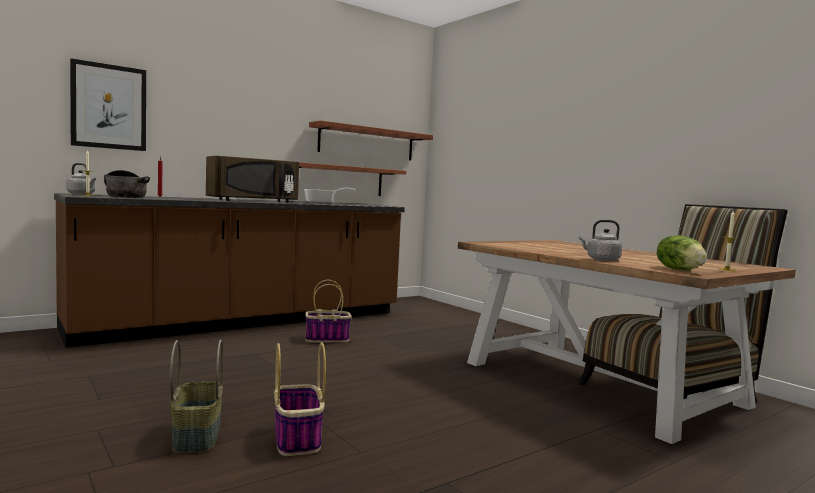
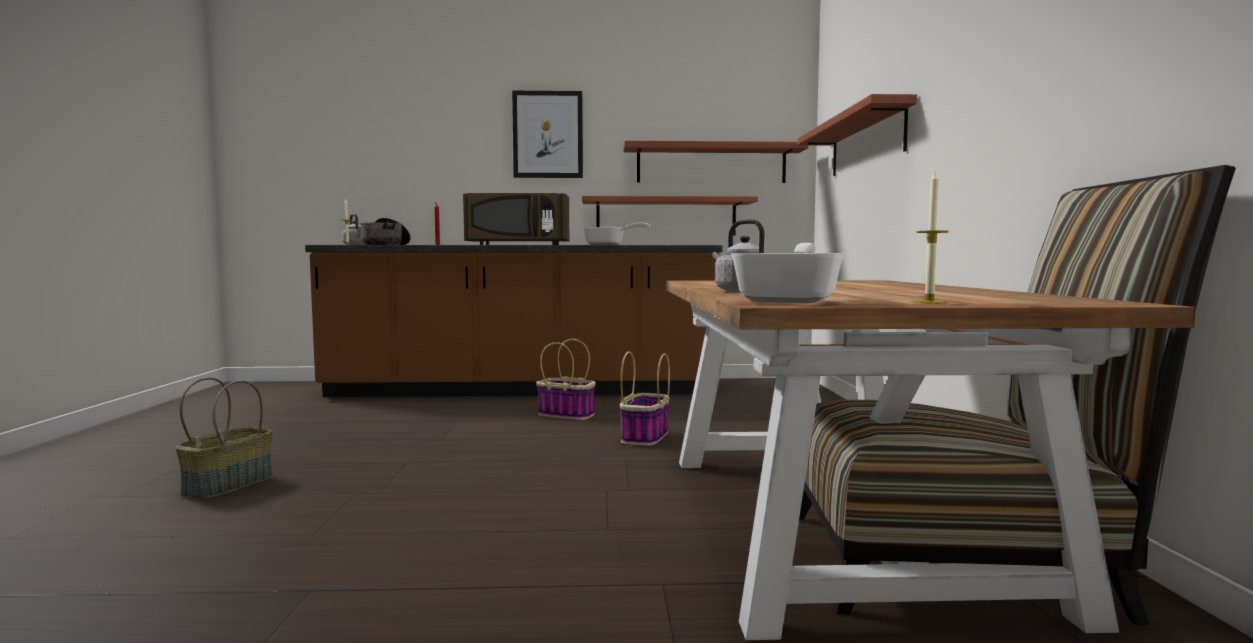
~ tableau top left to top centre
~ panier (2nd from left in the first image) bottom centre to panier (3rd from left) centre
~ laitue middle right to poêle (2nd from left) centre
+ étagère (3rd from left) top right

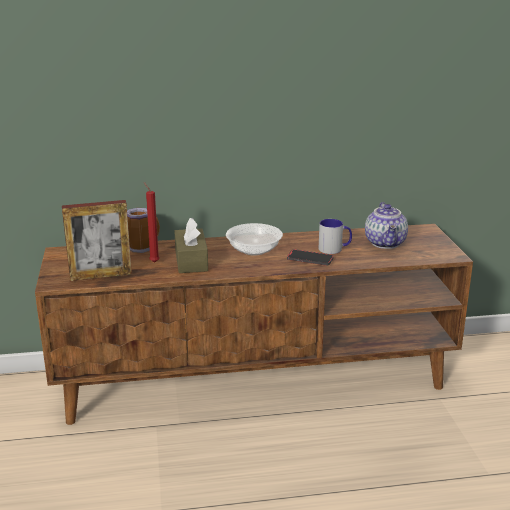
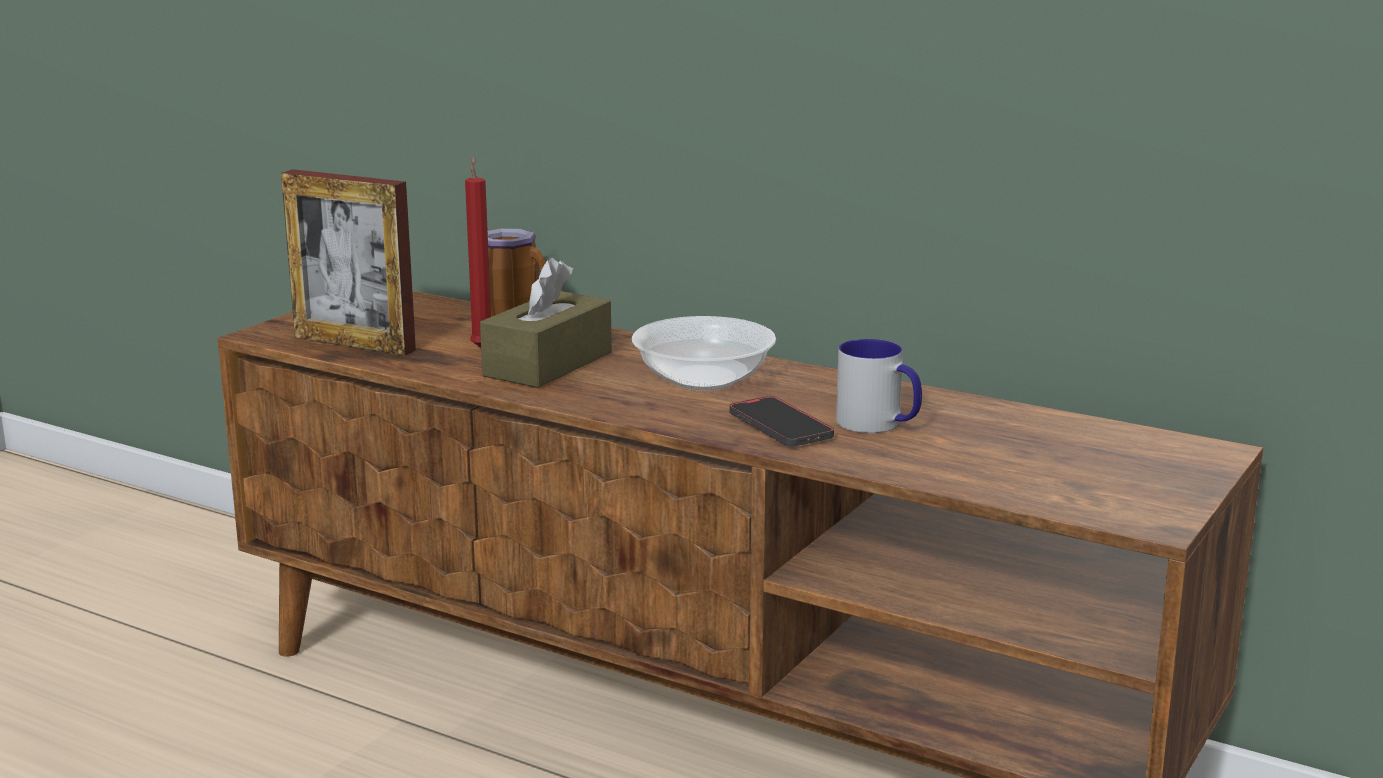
- théière middle right

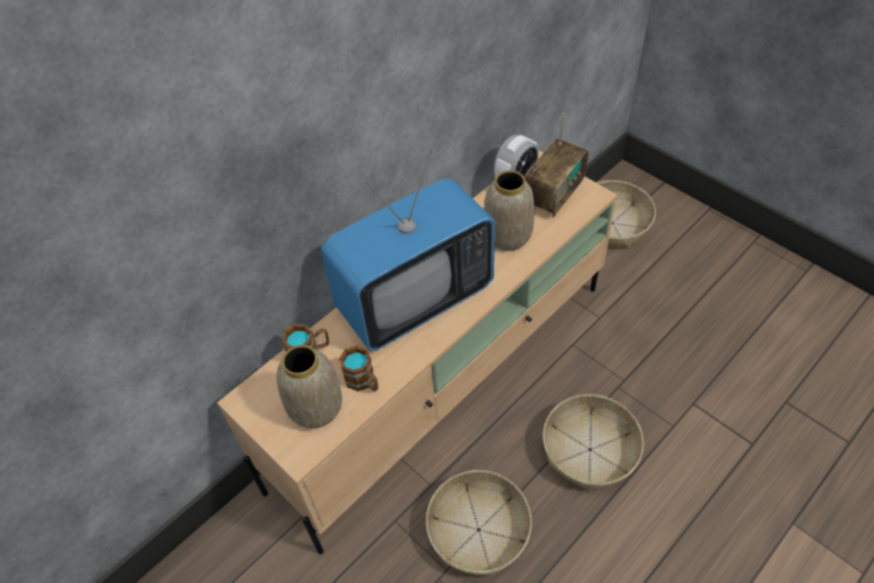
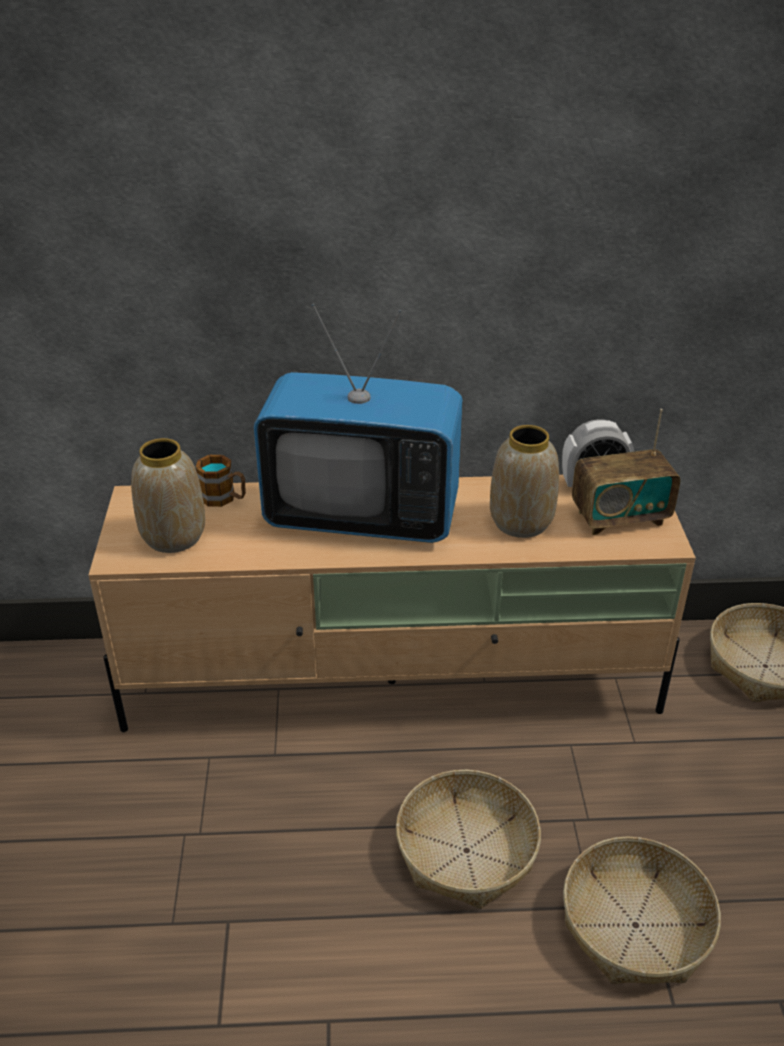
- mug (2nd from left) centre
~ panier (1st from left in the first image) bottom centre to panier (2nd from left) bottom right

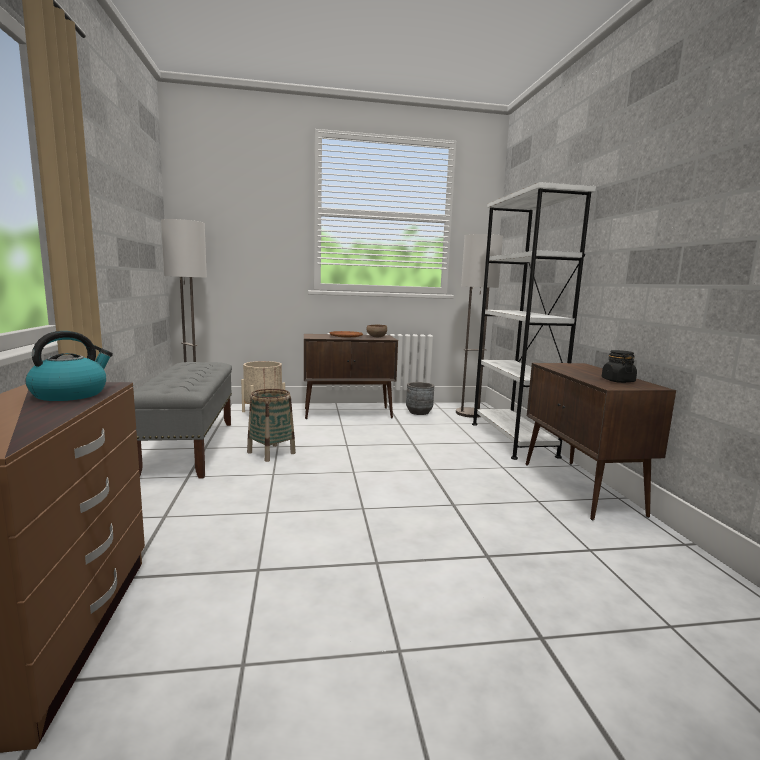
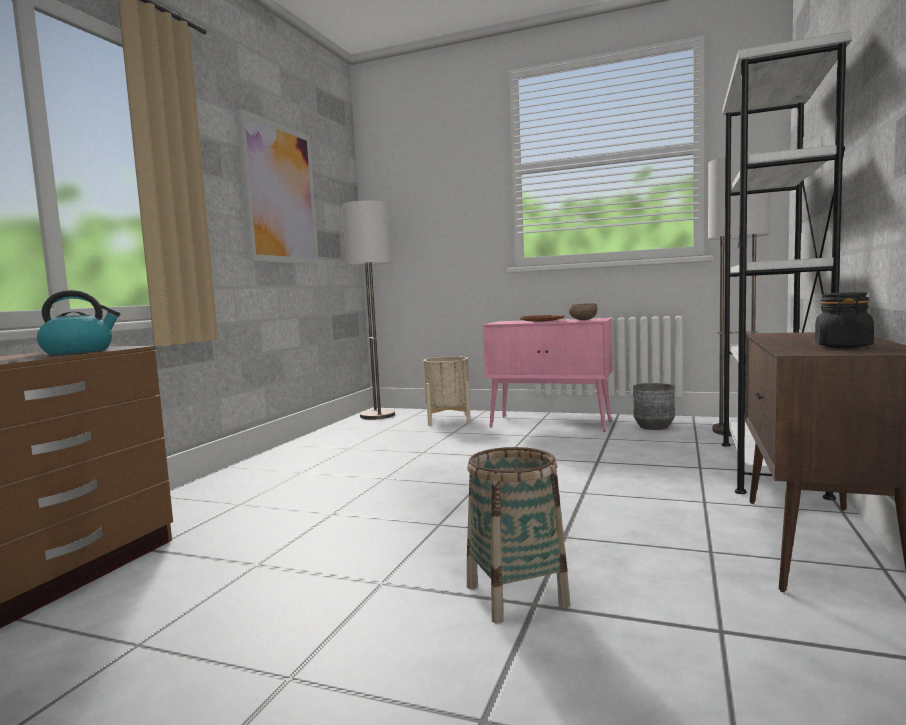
- banc (gris) middle left
~ panier centre to bottom centre
~ meuble de rangement (marron) (1st from left) centre to meuble de rangement (rose) centre
+ tableau top left

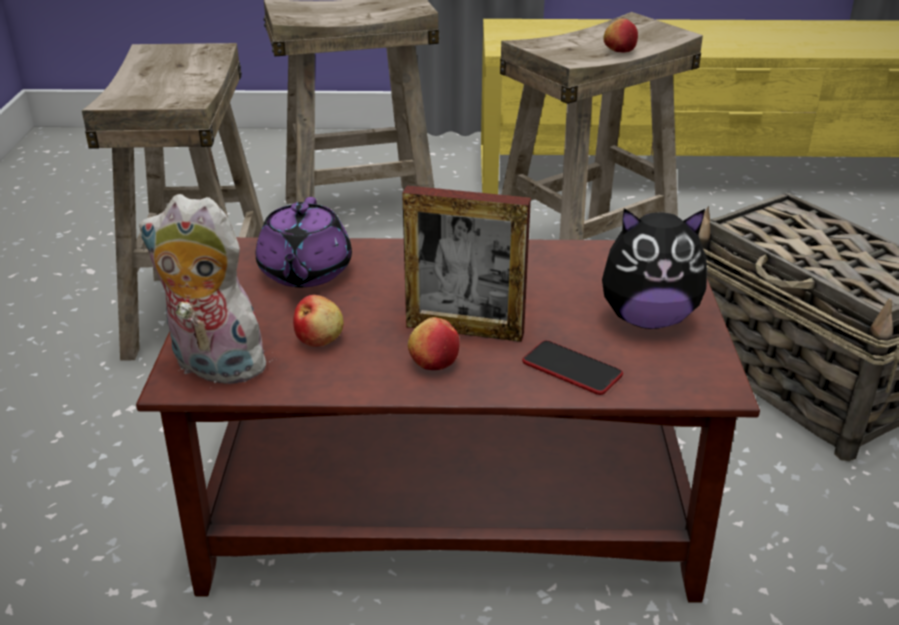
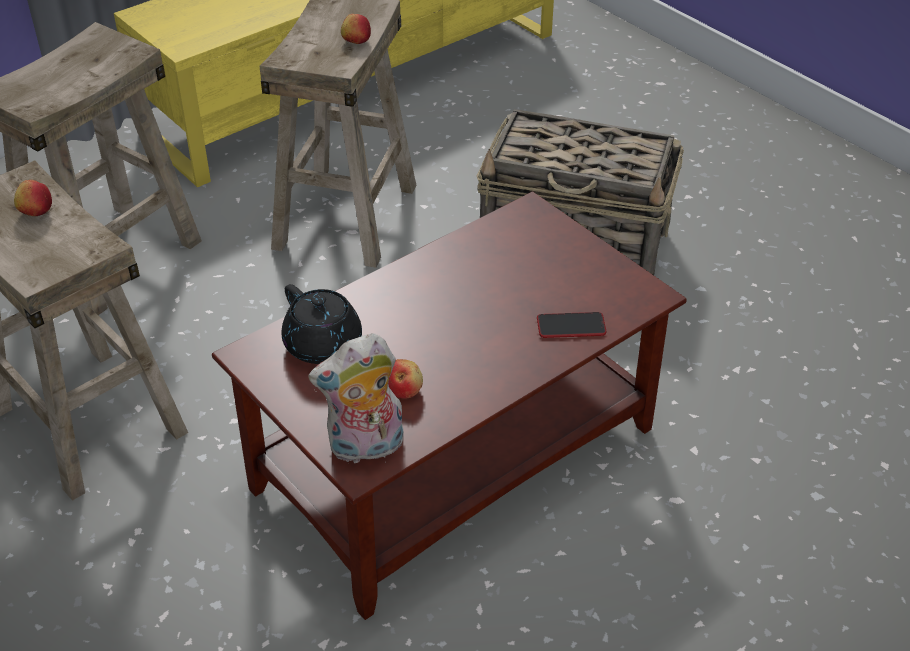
~ théière (violet) centre to théière (noir) centre
- cadre photo centre
~ pomme (2nd from left in the first image) centre to pomme (1st from left) top left
- peluche (2nd from left) middle right

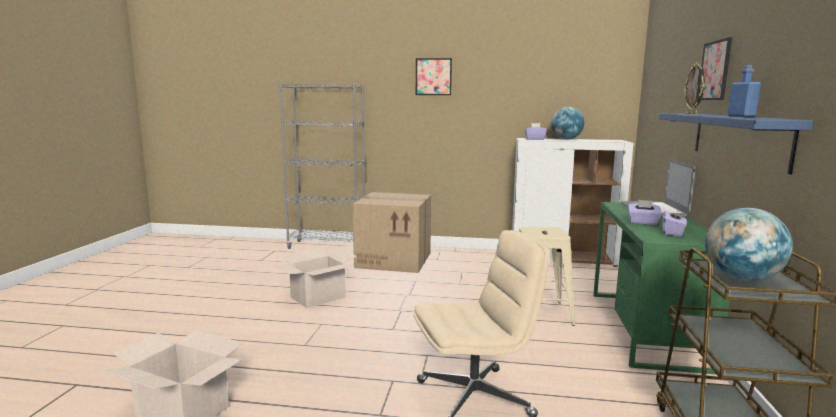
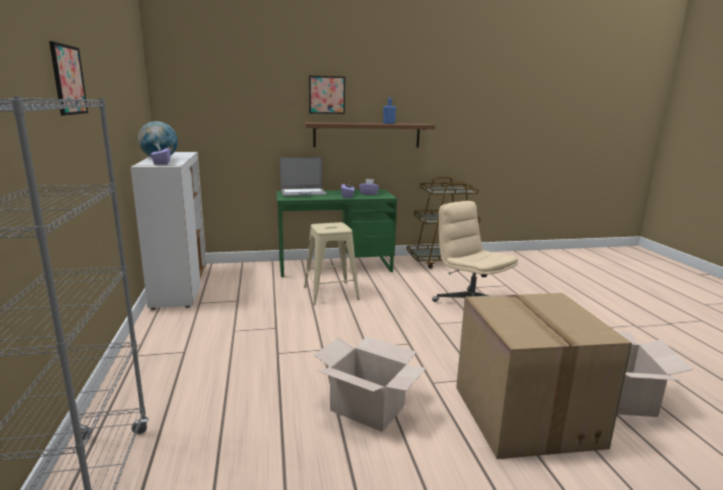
~ carton (3rd from left in the first image) centre to carton (2nd from left) bottom right
~ étagère (bleu) middle right to étagère (marron) top centre
- cadre photo top right
- globe (2nd from left) middle right

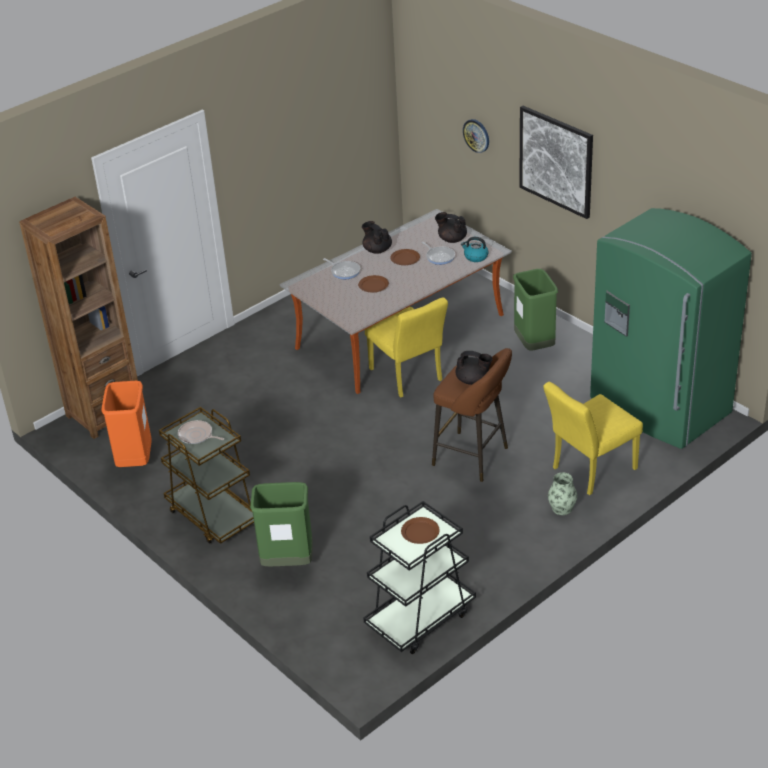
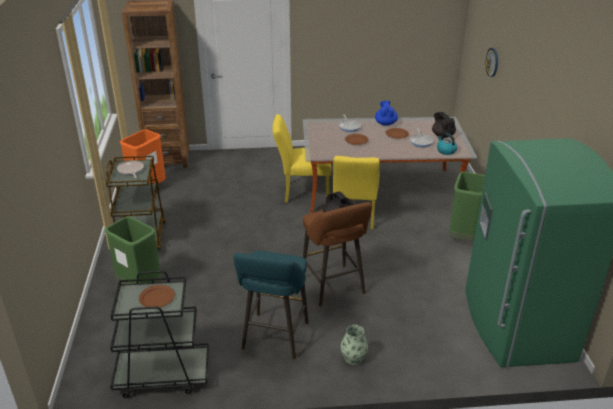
~ théière (noir) (1st from left) top centre to théière (bleu) top centre
- tableau top right
~ chaise (jaune) (2nd from left in the first image) middle right to chaise (jaune) (1st from left) centre
+ tabouret (turquoise) bottom centre

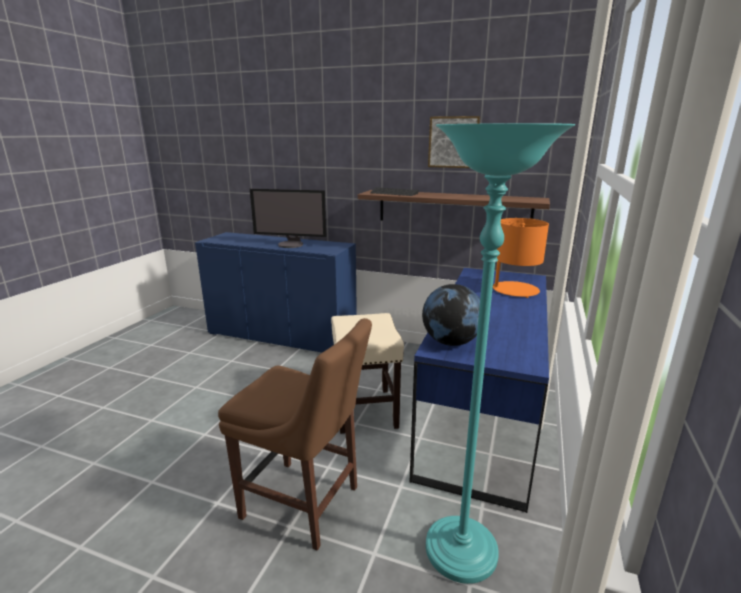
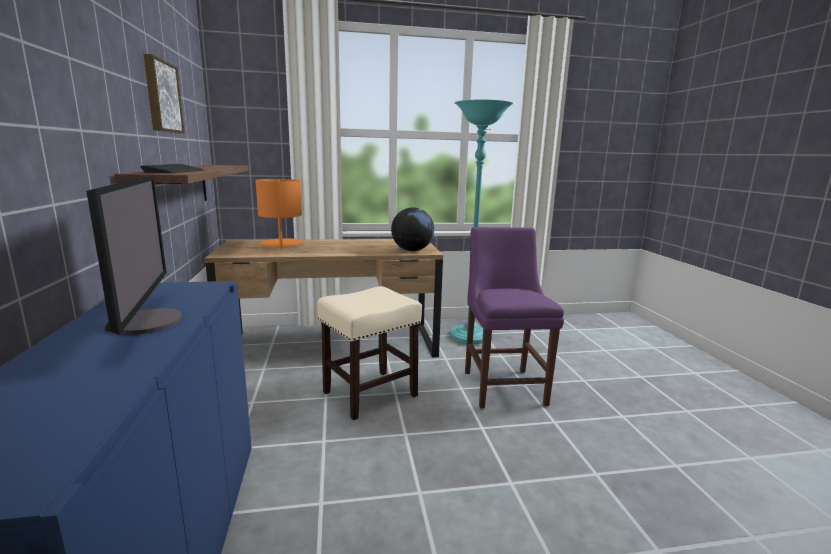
~ chaise (marron) bottom centre to chaise (violet) centre
~ bureau (bleu) centre to bureau (marron) centre

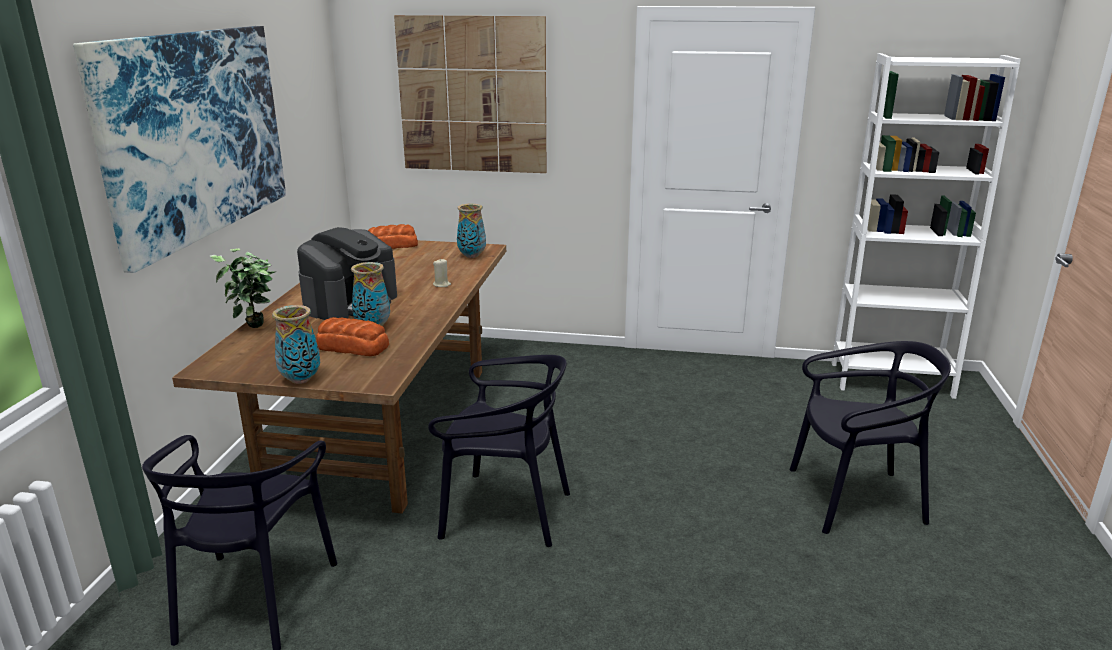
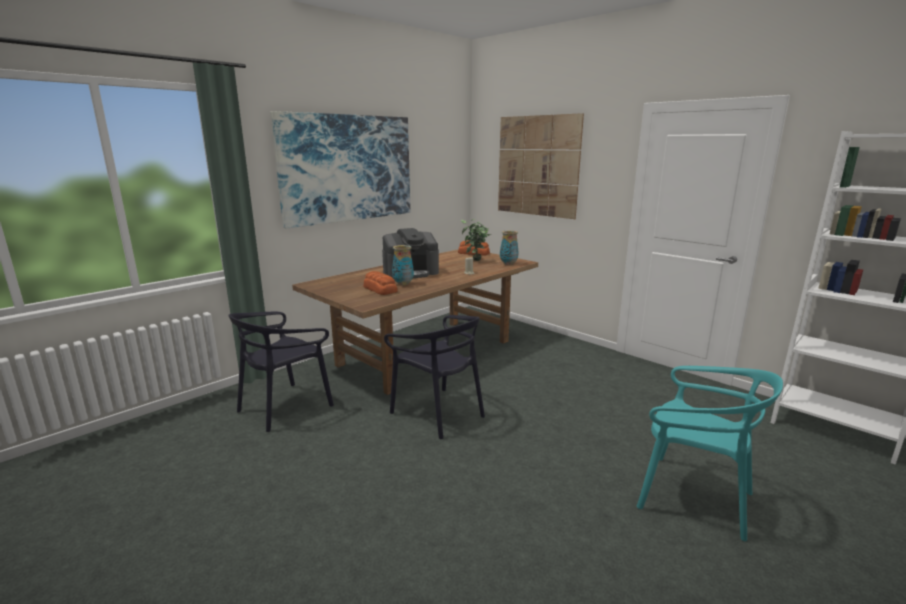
~ plante en pot middle left to centre
- vase (1st from left) middle left
~ chaise (noir) (3rd from left) bottom right to chaise (turquoise) bottom right

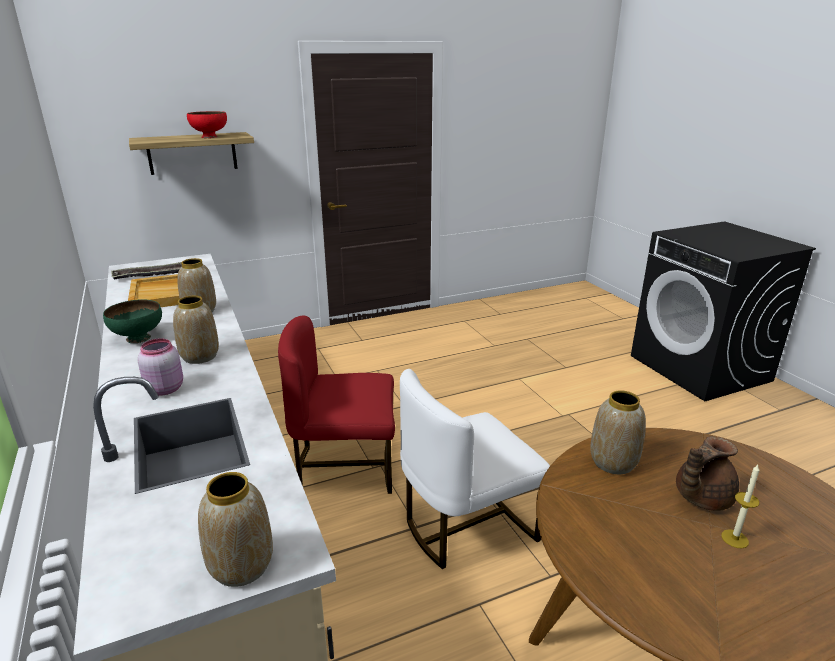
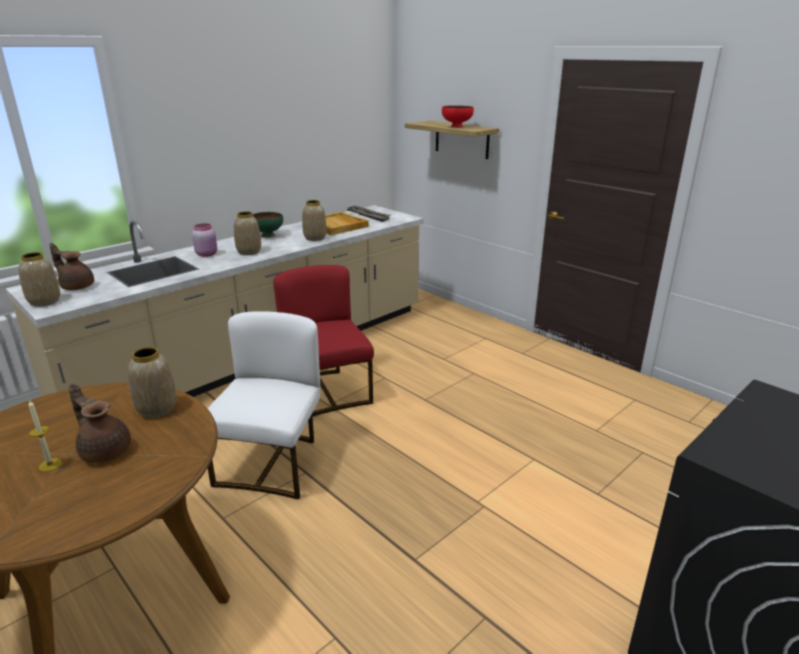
~ chaise (blanc) bottom centre = middle left 60 degrees clockwise
+ théière (marron) (1st from left) middle left

